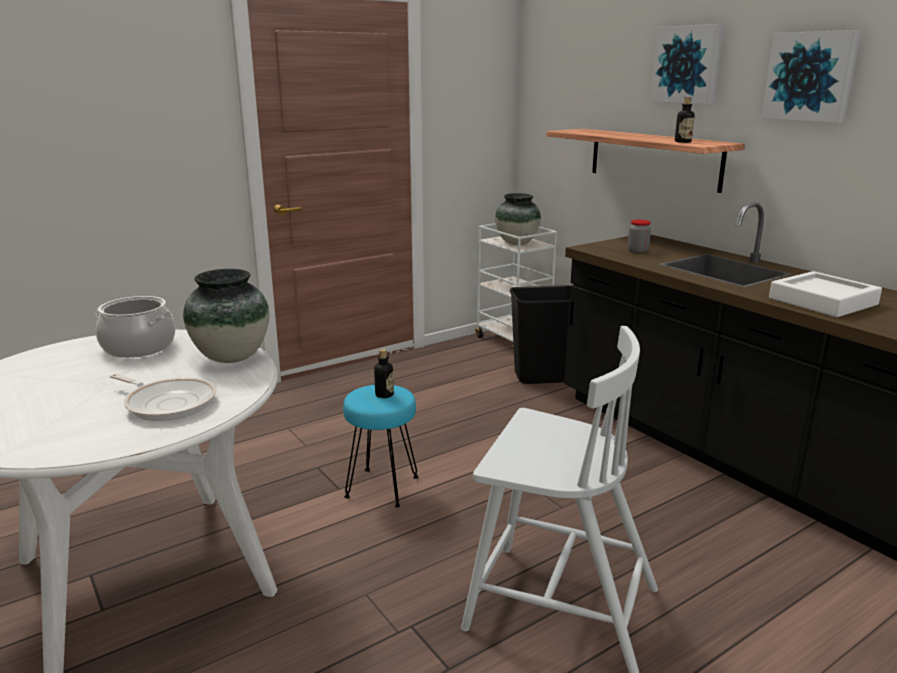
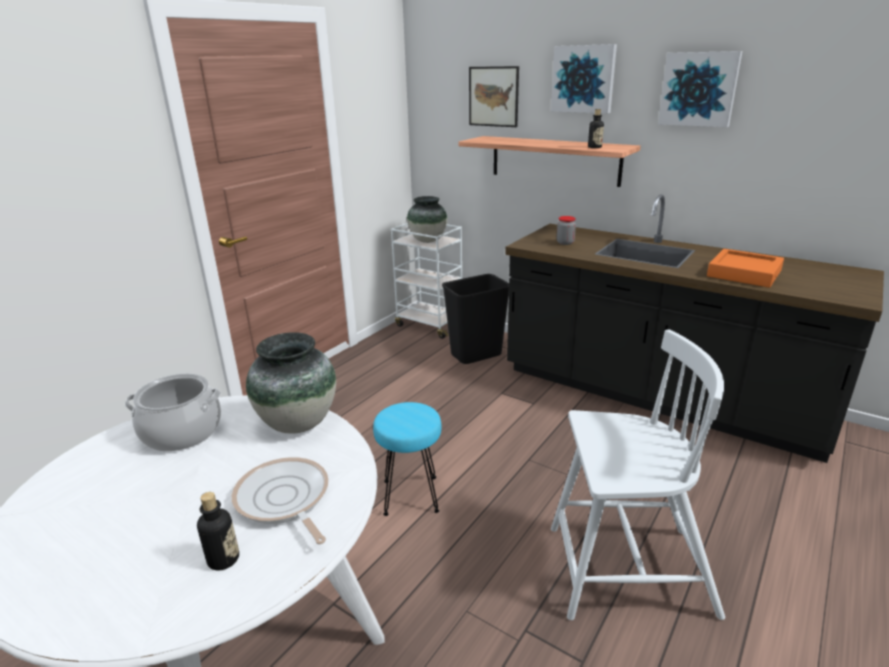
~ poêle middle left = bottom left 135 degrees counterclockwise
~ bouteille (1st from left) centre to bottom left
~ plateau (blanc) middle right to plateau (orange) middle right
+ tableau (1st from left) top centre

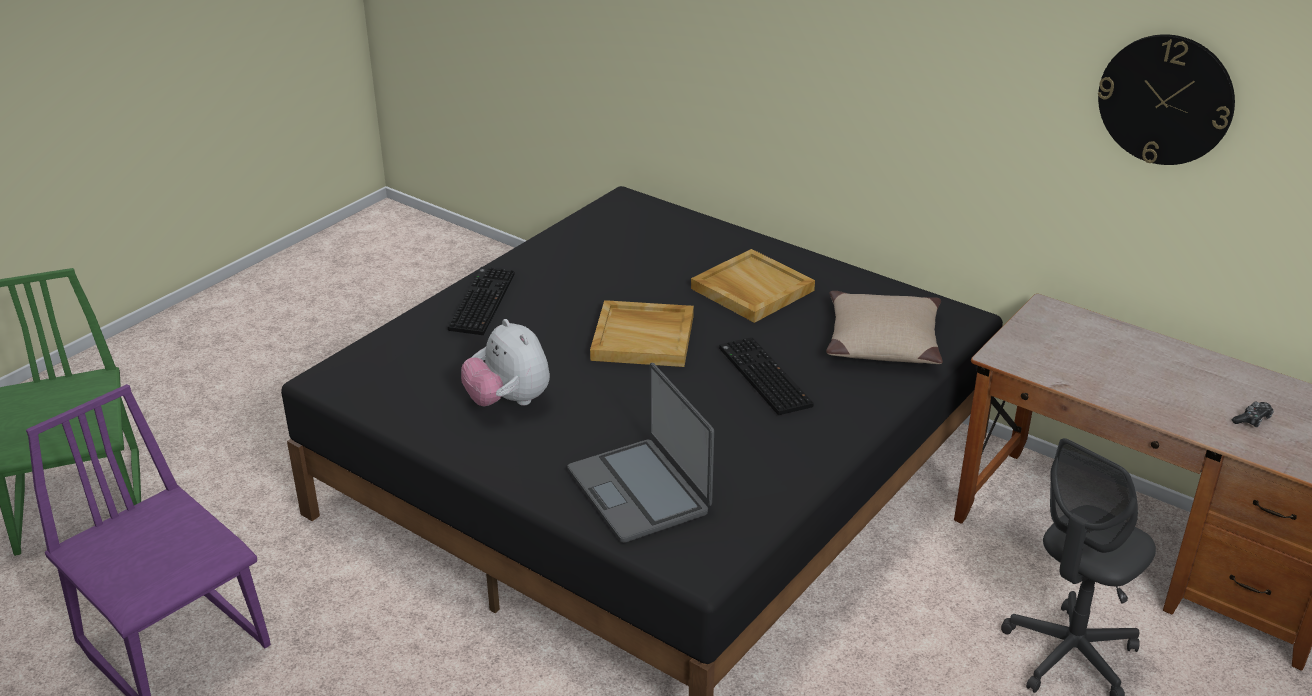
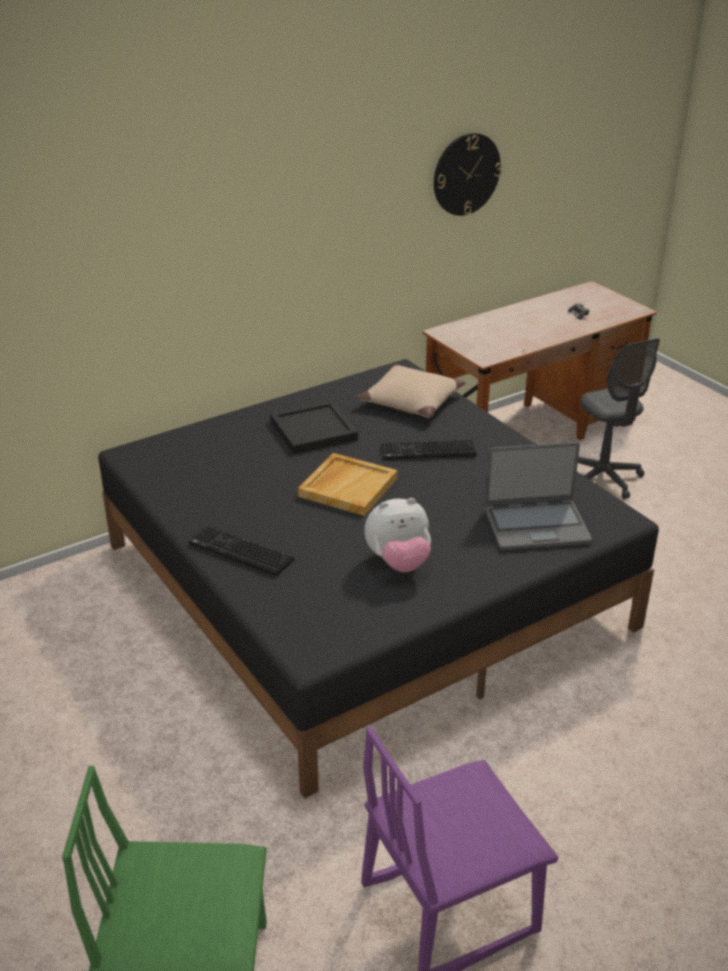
~ plateau (beige) (2nd from left) centre to plateau (noir) centre

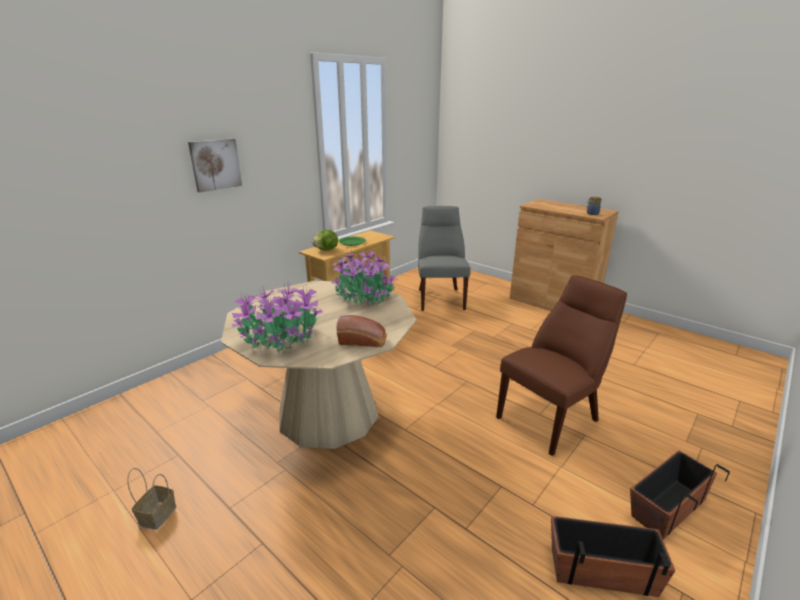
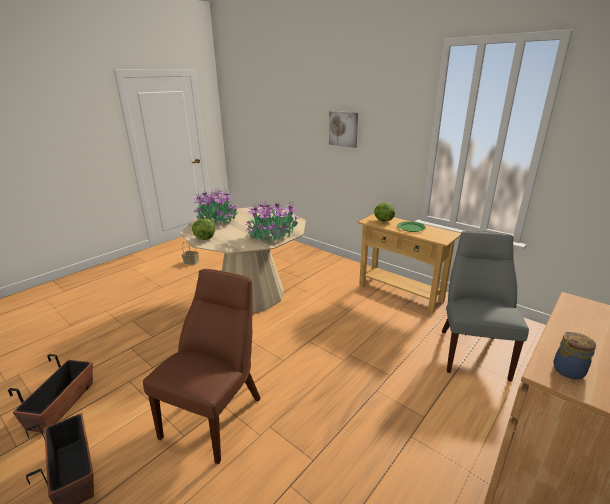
~ pain centre to laitue (1st from left) middle left
~ chaise (gris) centre = middle right 75 degrees counterclockwise
~ chaise (marron) middle right = bottom left 120 degrees counterclockwise

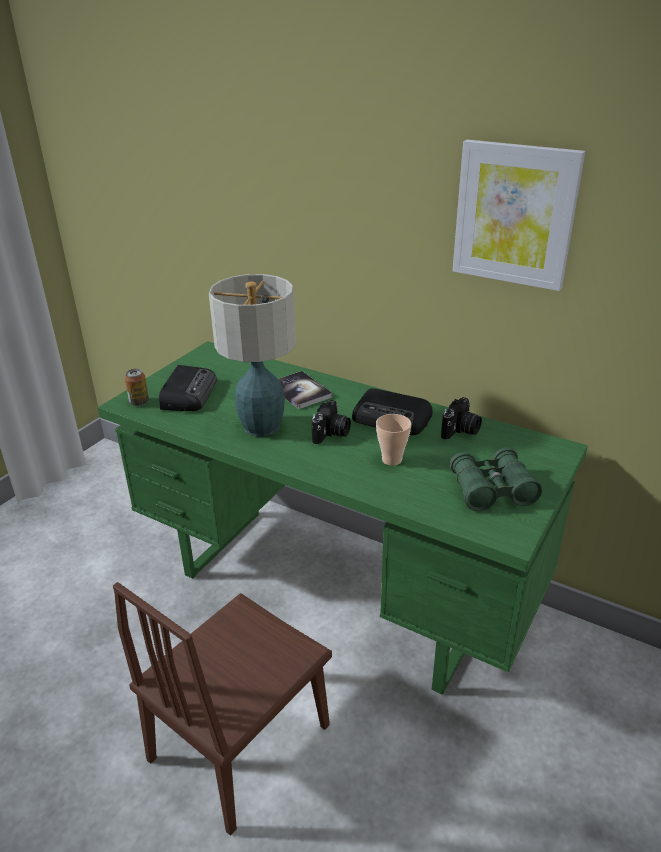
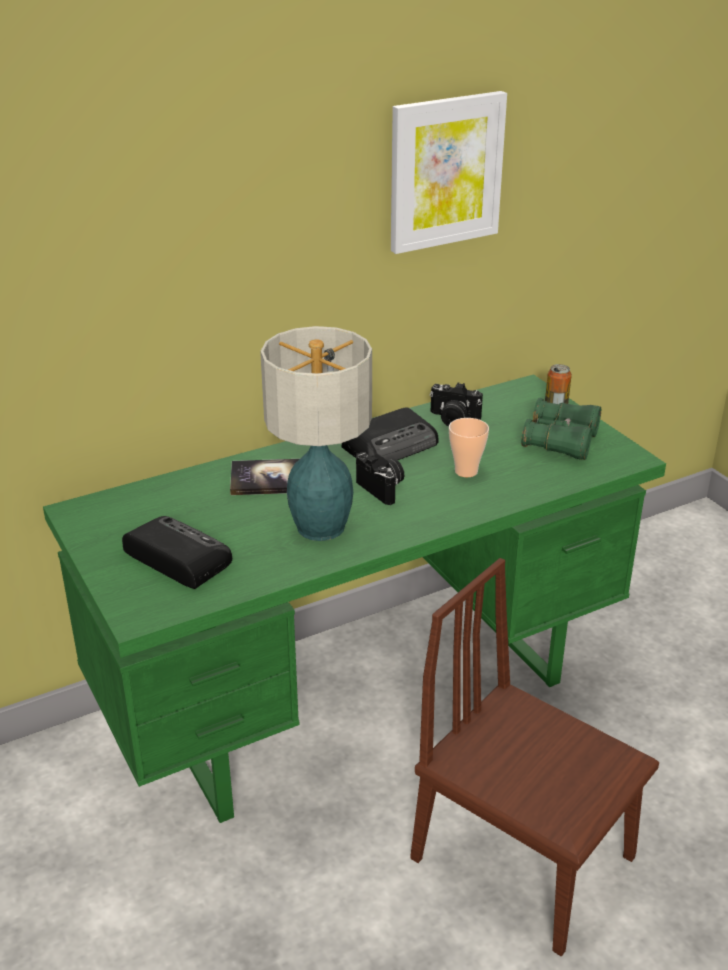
~ chaise (marron) bottom centre = bottom right 150 degrees clockwise
~ boîte métallique middle left to middle right
~ appareil photo (2nd from left) middle right = centre 135 degrees clockwise

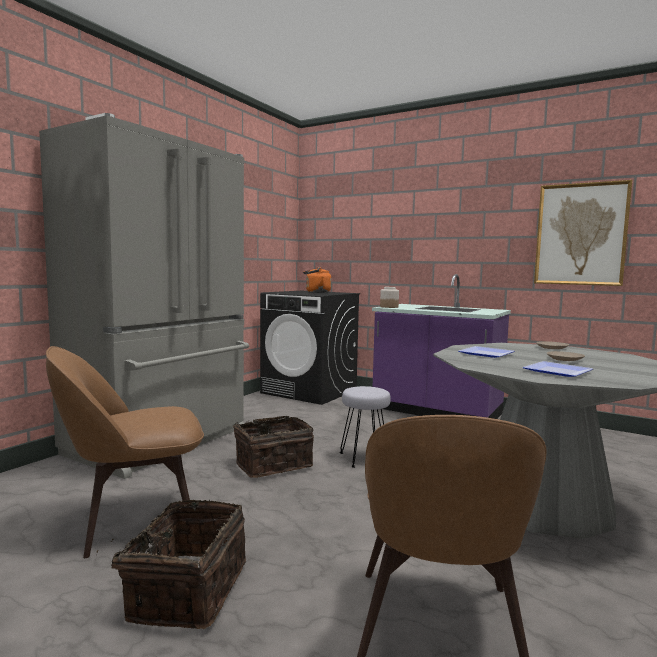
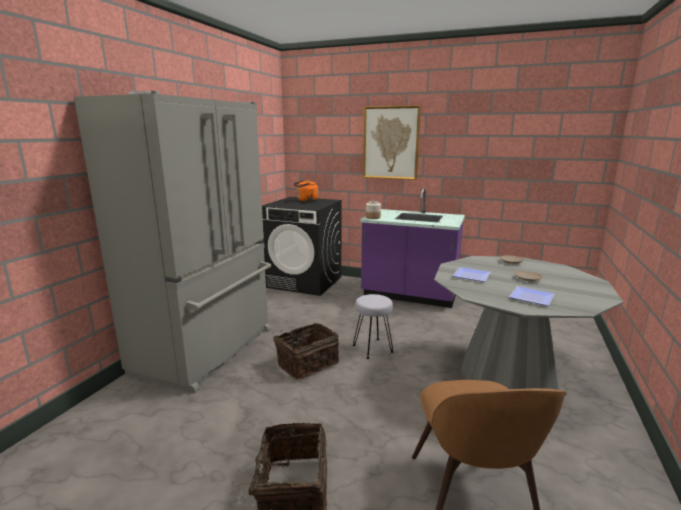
- chaise (marron) (1st from left) bottom left
~ tableau middle right to top centre

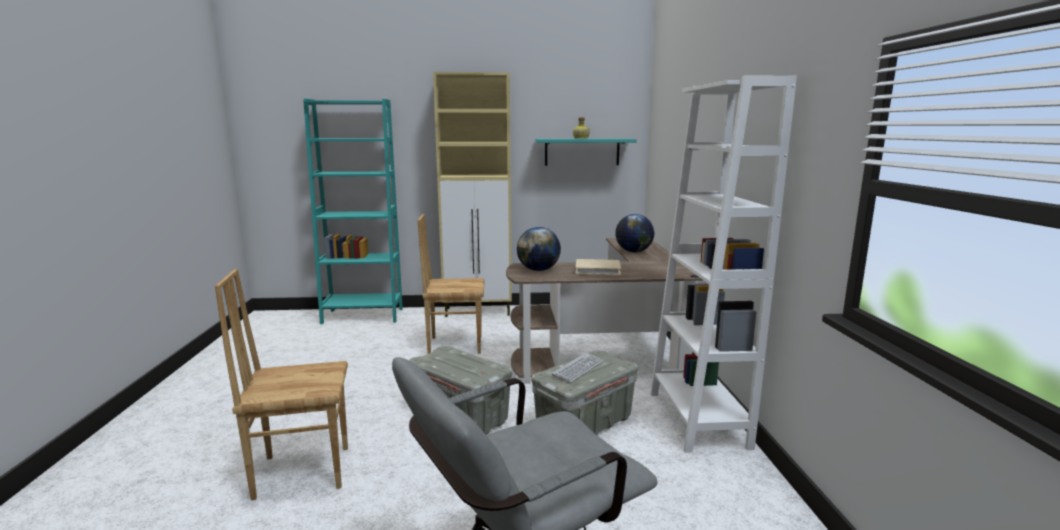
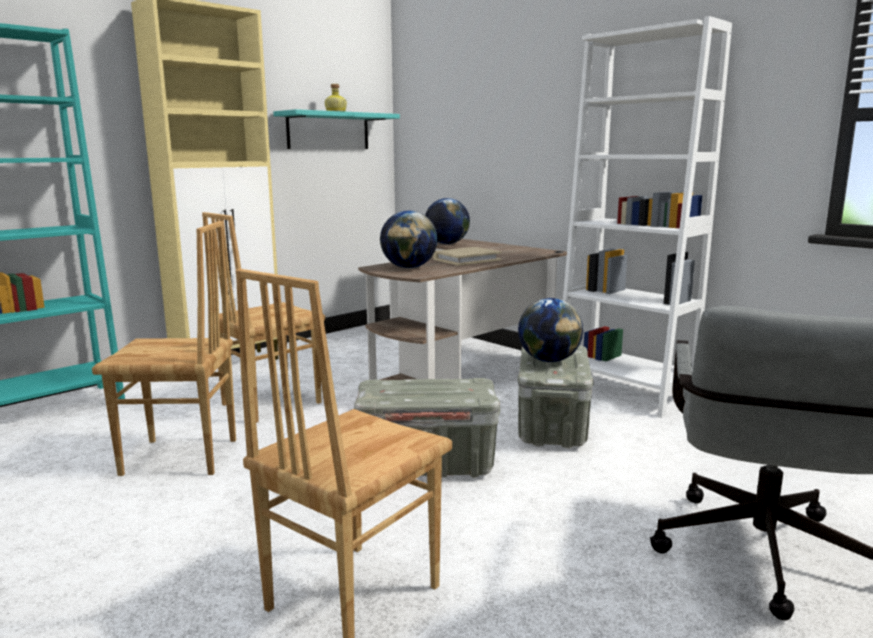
~ clavier bottom centre to globe (3rd from left) centre
+ chaise (marron) (1st from left) middle left

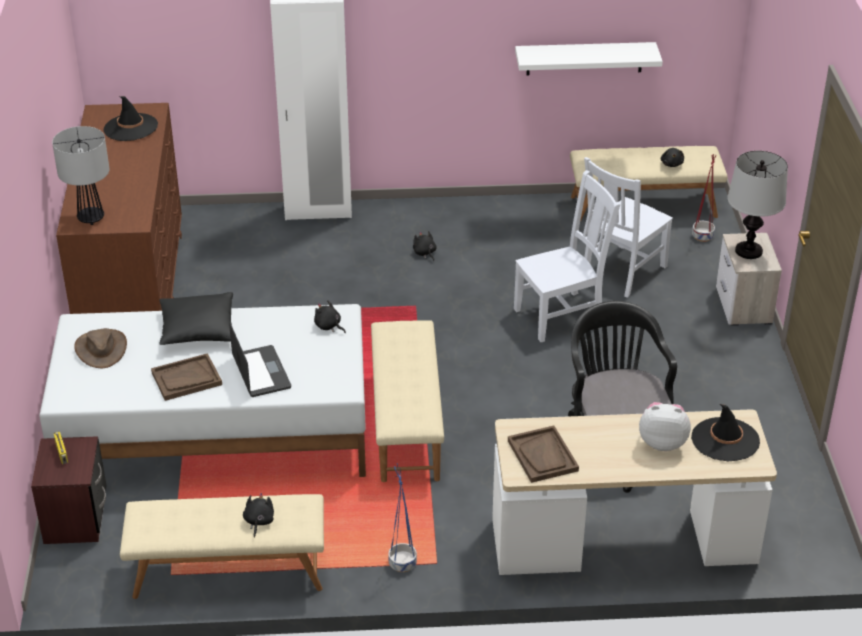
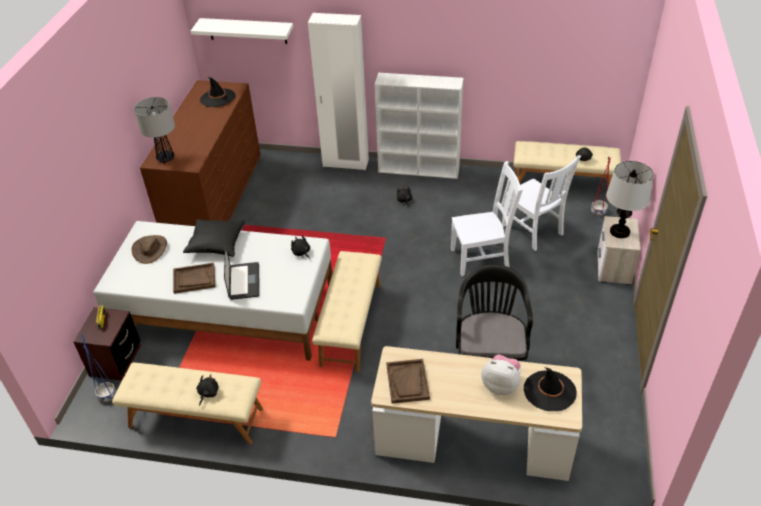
~ cache-pot (bleu) bottom centre to bottom left
~ étagère (blanc) top right to top left
~ chaise (blanc) (2nd from left) middle right = middle right 90 degrees counterclockwise
+ bibliothèque (blanc) top centre

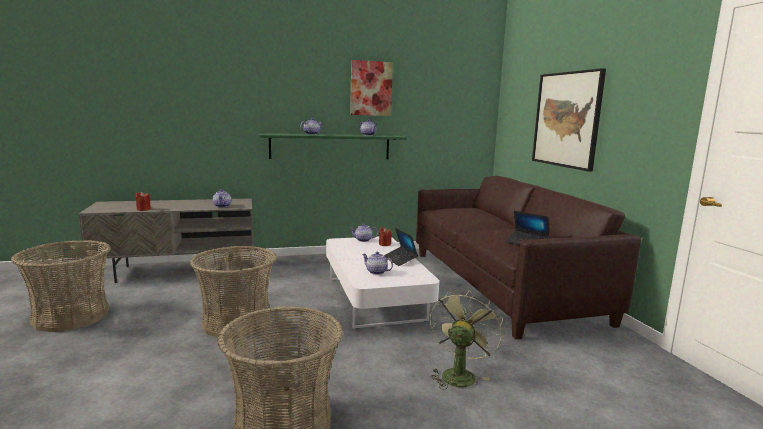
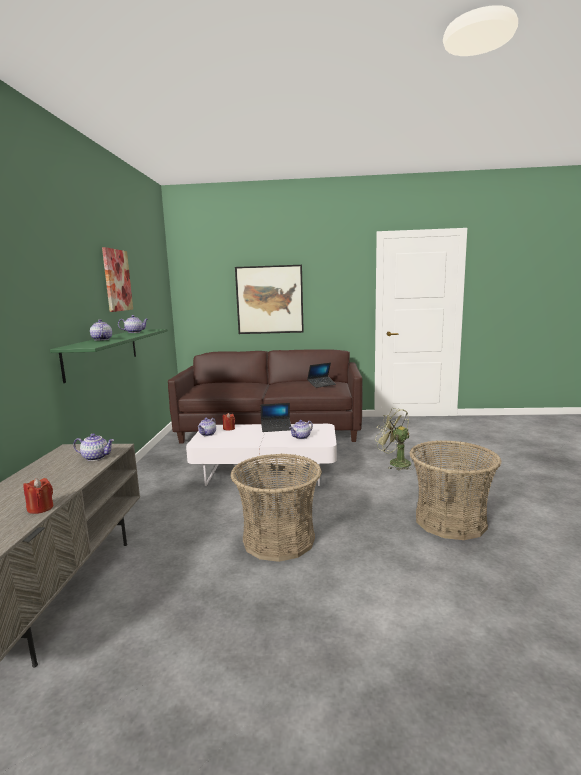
- panier (1st from left) bottom left

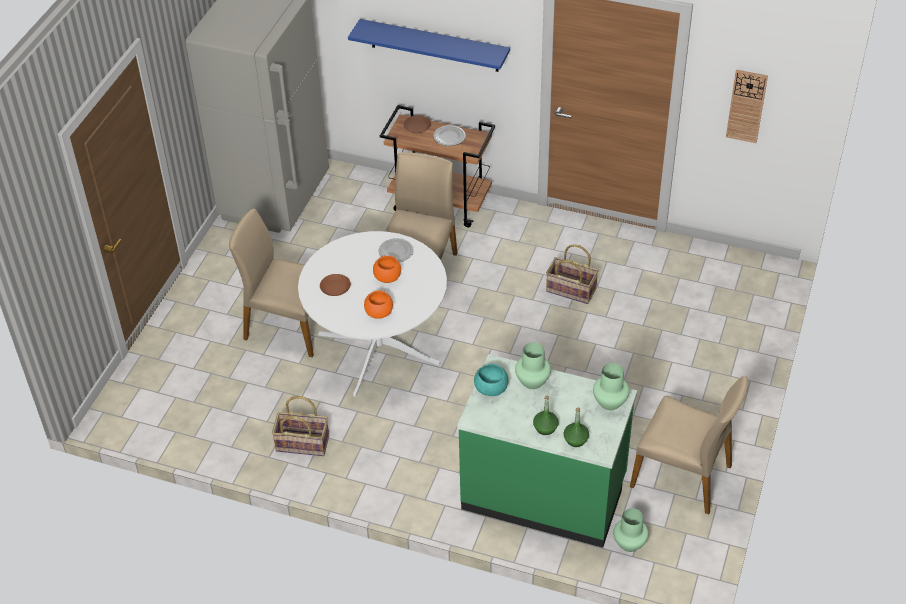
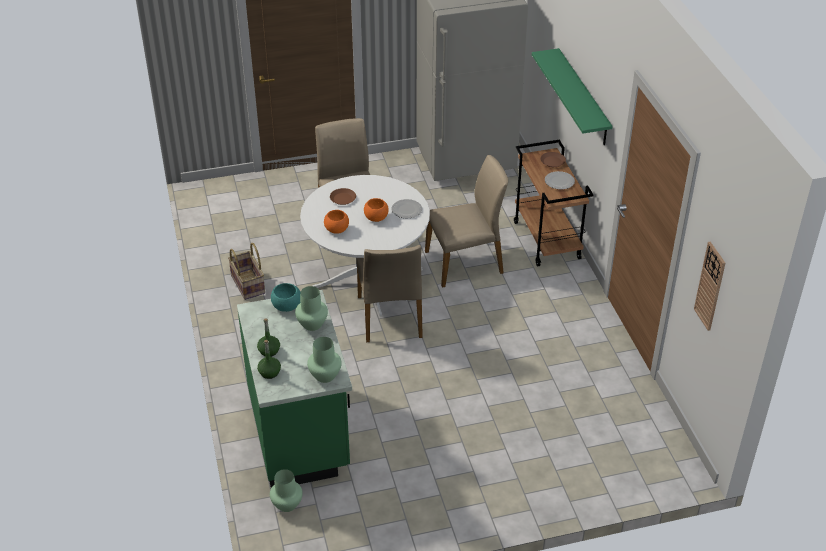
~ étagère (bleu) top centre to étagère (vert) top right
- panier (2nd from left) centre
~ chaise (beige) (3rd from left in the first image) bottom right to chaise (beige) (2nd from left) centre

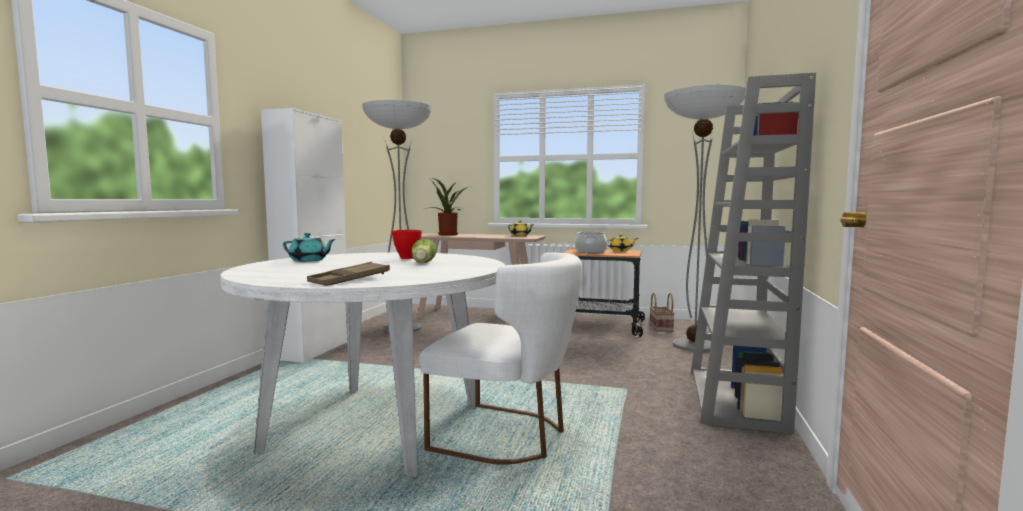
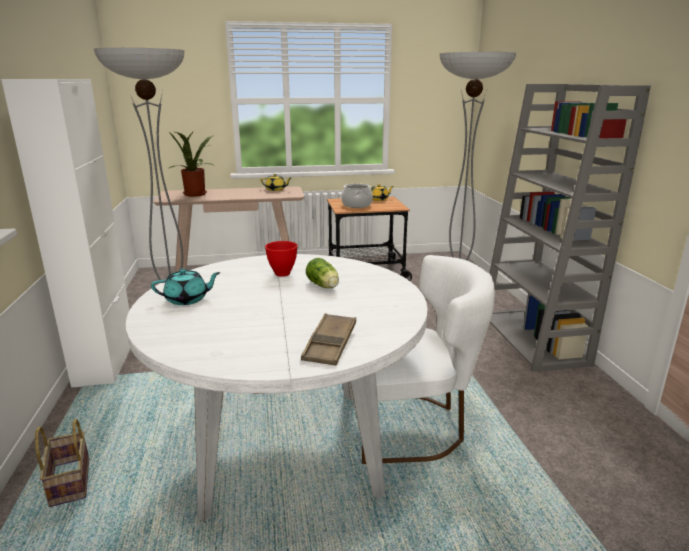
~ panier centre to bottom left

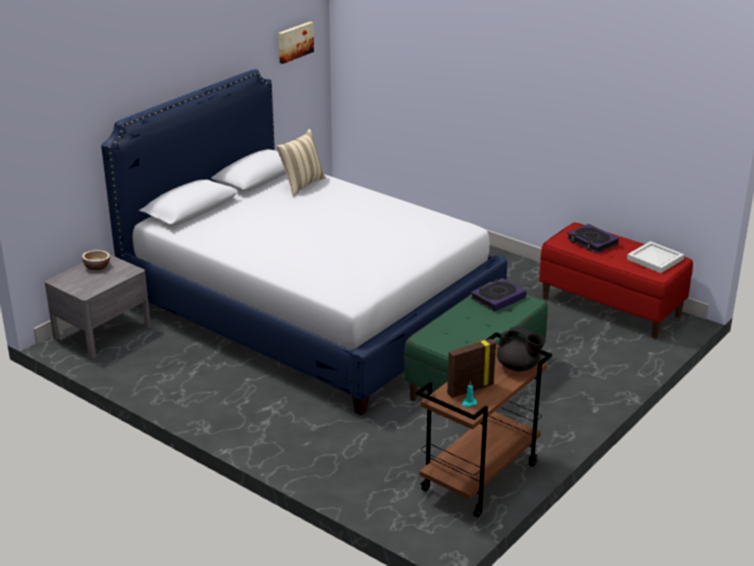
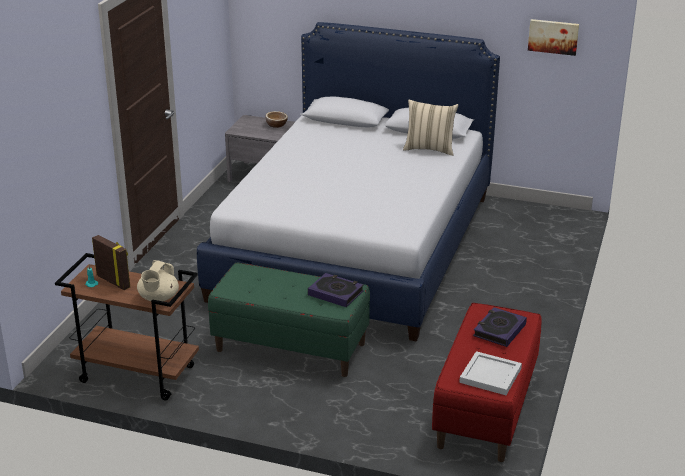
~ théière (noir) middle right to théière (beige) middle left

